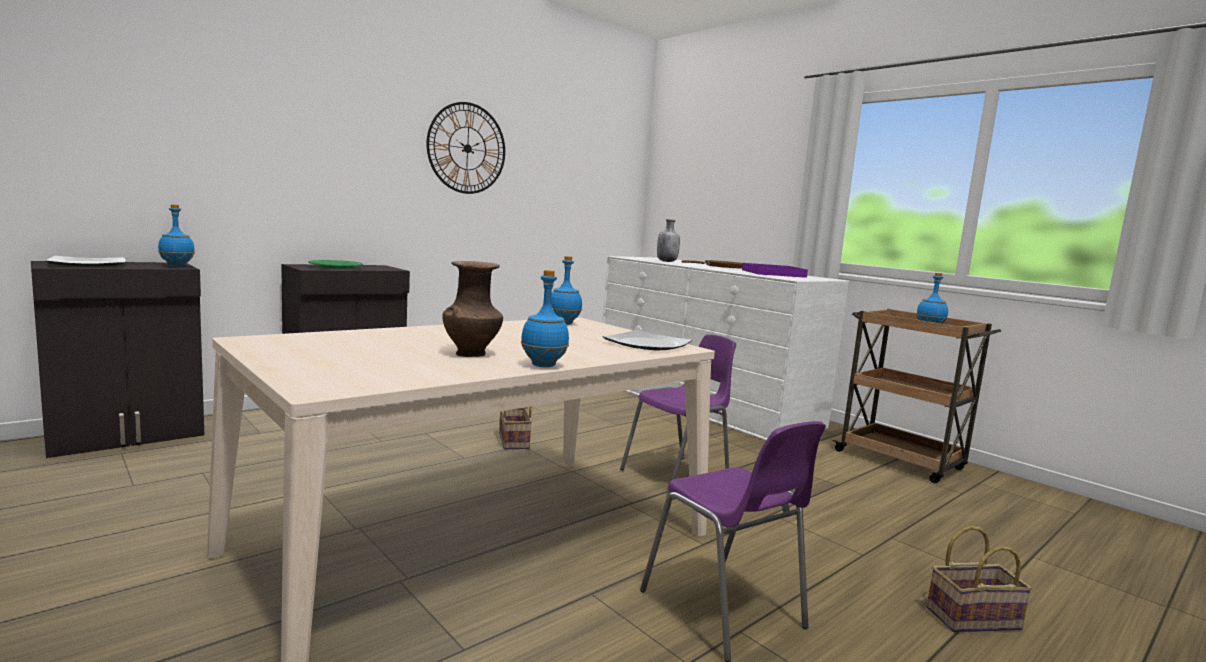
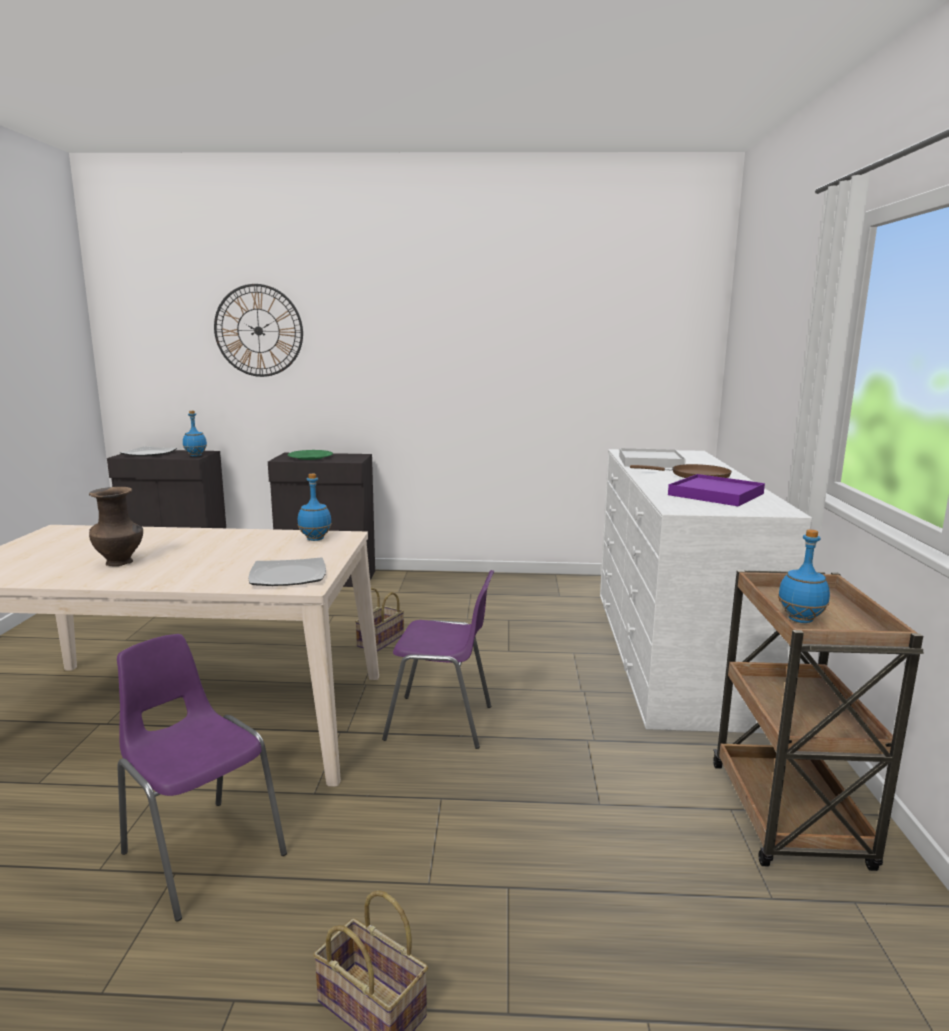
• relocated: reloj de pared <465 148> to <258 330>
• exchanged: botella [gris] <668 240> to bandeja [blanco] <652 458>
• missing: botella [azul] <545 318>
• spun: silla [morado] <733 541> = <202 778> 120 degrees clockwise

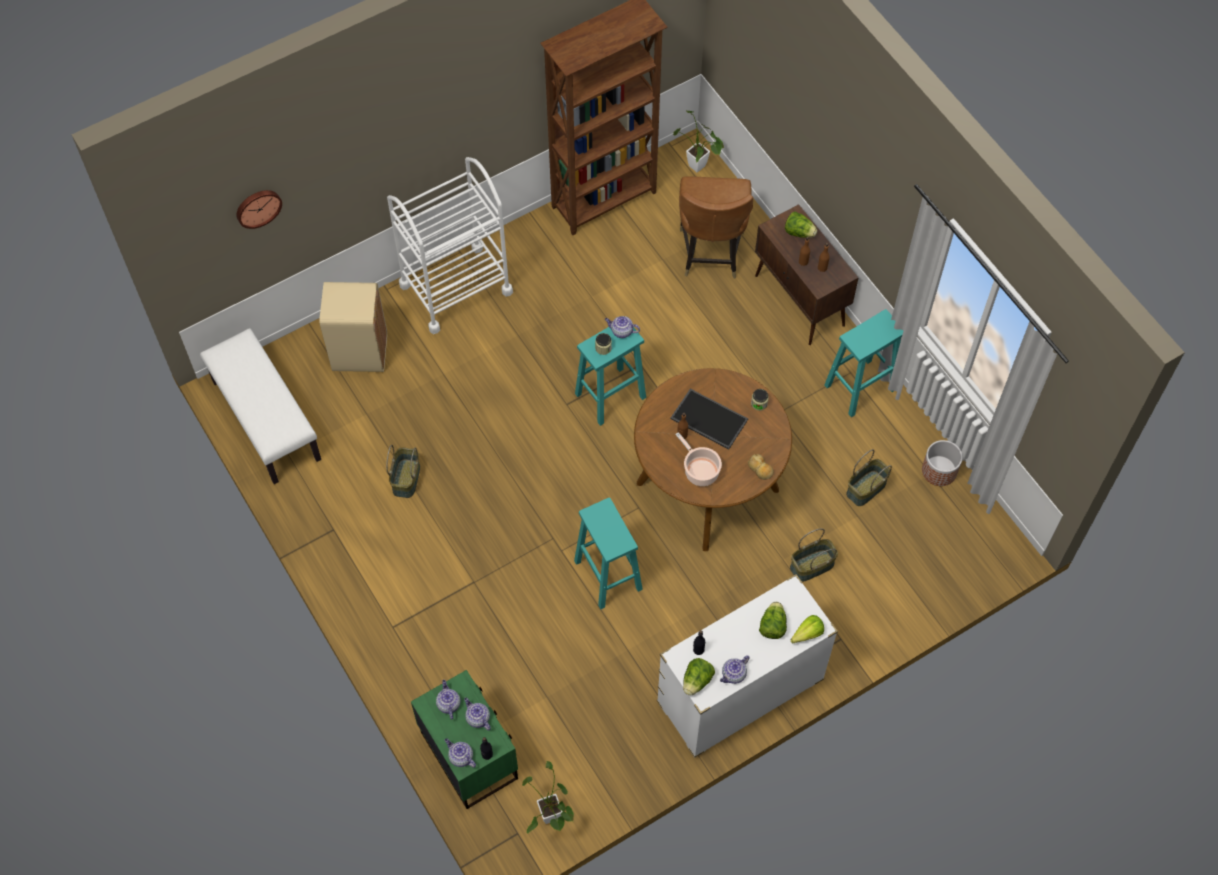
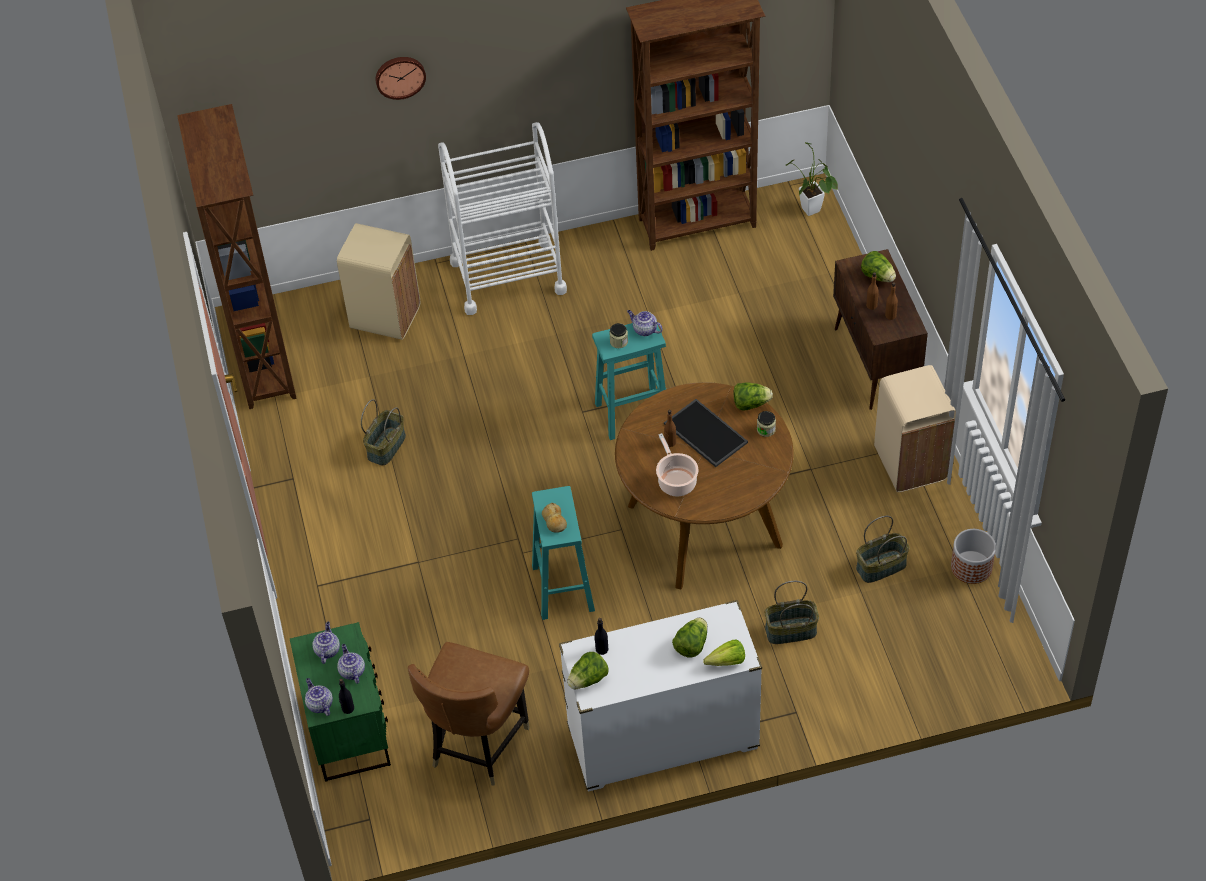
• relocated: silla [marrón] <716 227> to <469 713>
• relocated: reloj de pared <259 209> to <400 78>
• exchanged: taburete [turquesa] <863 363> to papelera [beis] <915 428>
• exchanged: banco [blanco] <260 406> to estantería [marrón] <237 256>
• relocated: pan <761 467> to <554 518>
• missing: tetera <735 669>
• missing: planta en maceta <548 797>
• appeared: lechuga <753 396>

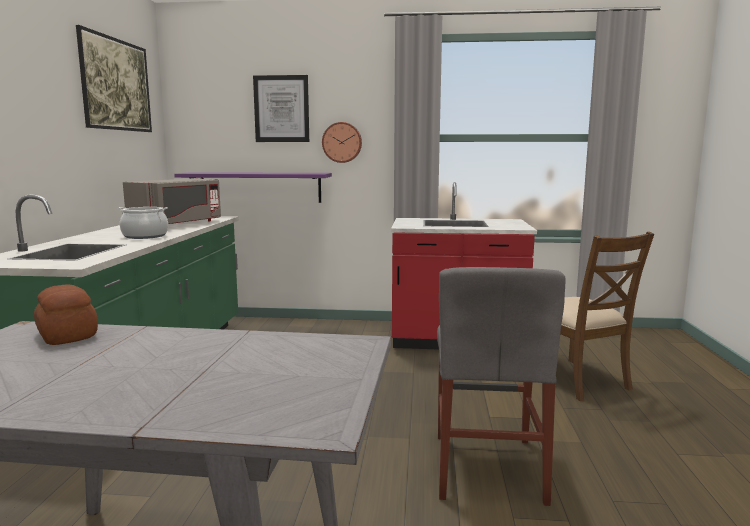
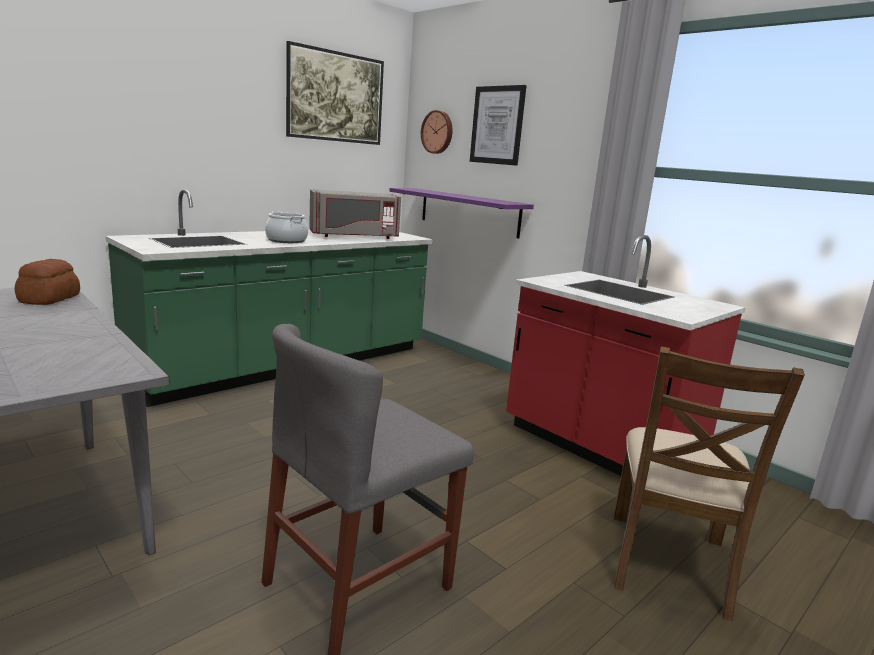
• relocated: reloj de pared <342 142> to <437 132>

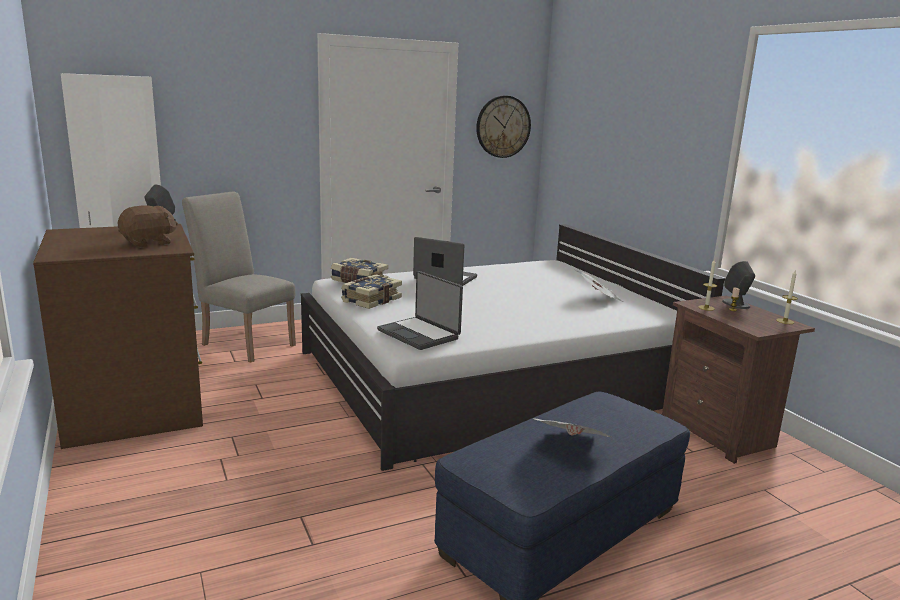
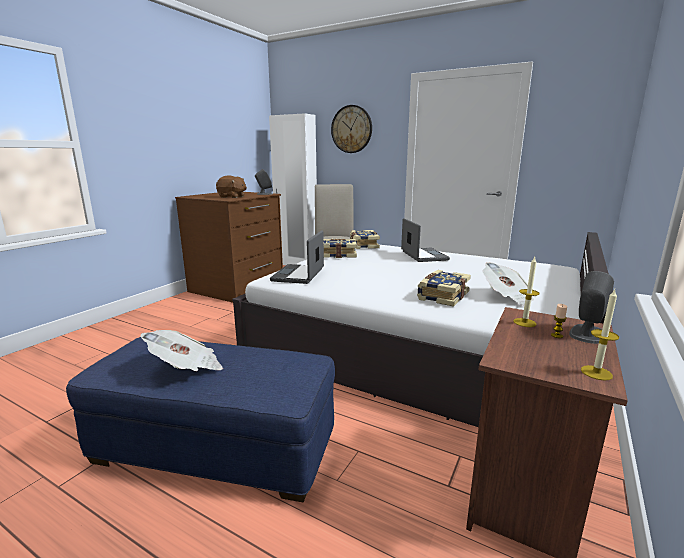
• relocated: reloj de pared <503 127> to <351 129>
• appeared: libro <444 288>

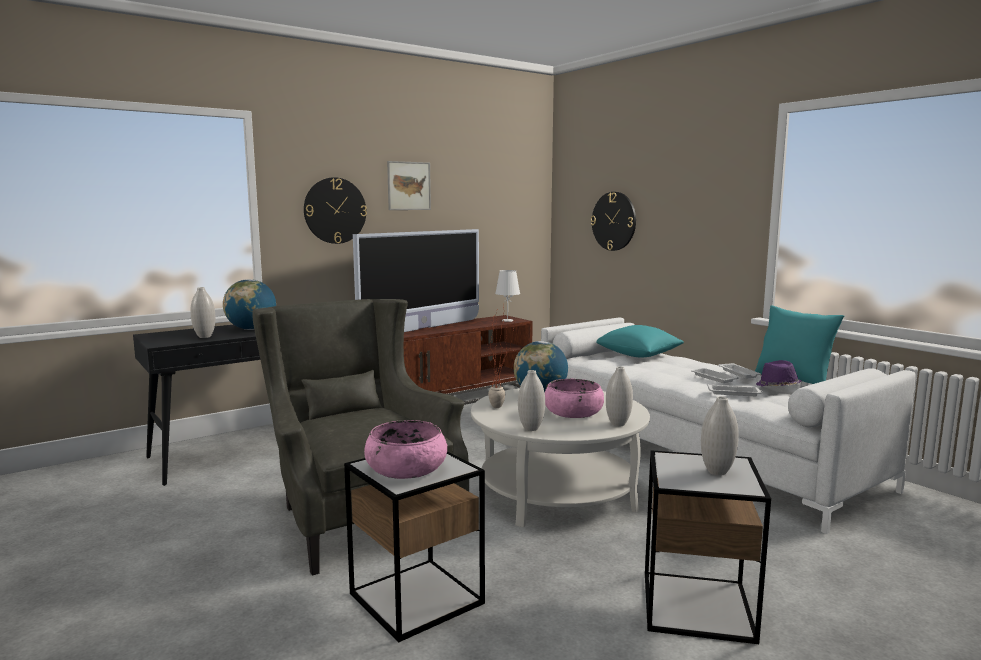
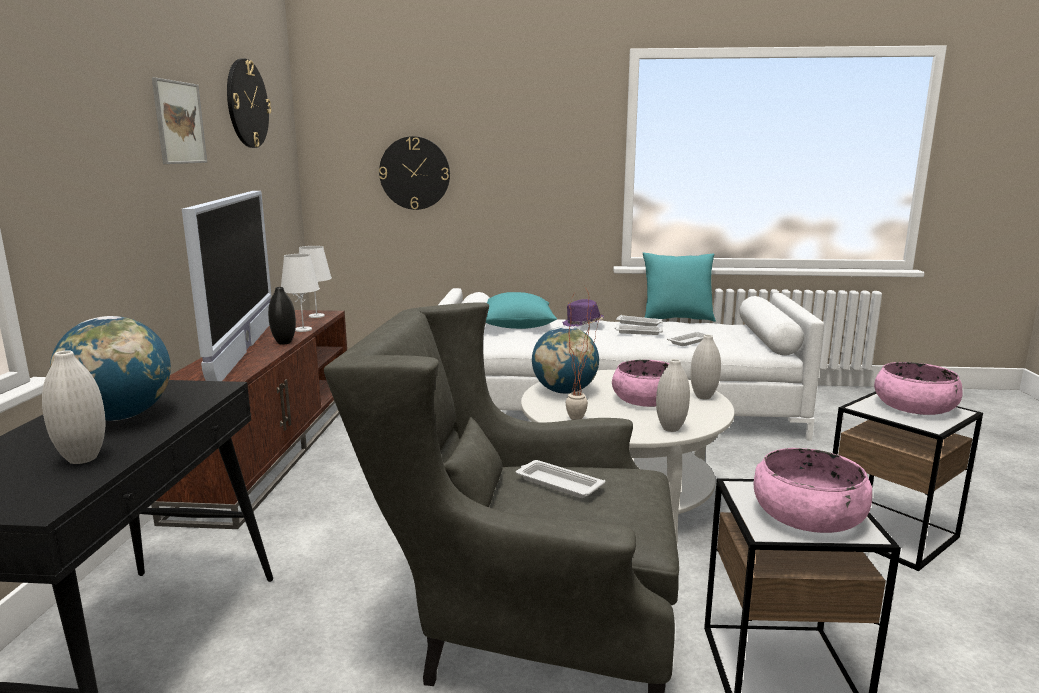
• relocated: reloj de pared <335 210> to <249 103>
• relocated: sombrero [morado] <779 373> to <583 312>
• exchanged: florero [blanco] <720 436> to cuenco [rosa] <918 388>
• appeared: lámpara de mesa [blanco] <300 293>
• appeared: florero [negro] <282 316>
• appeared: bandeja [blanco] <560 479>

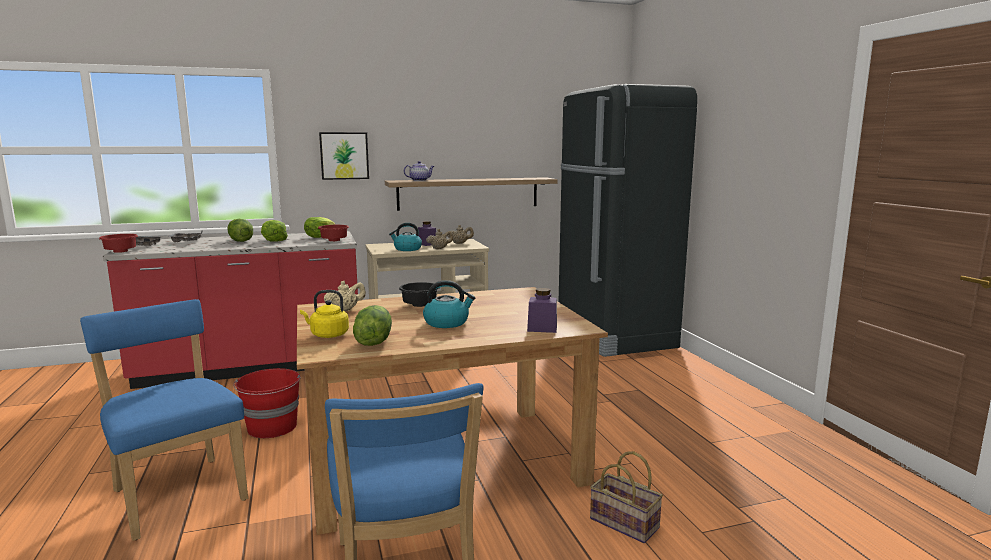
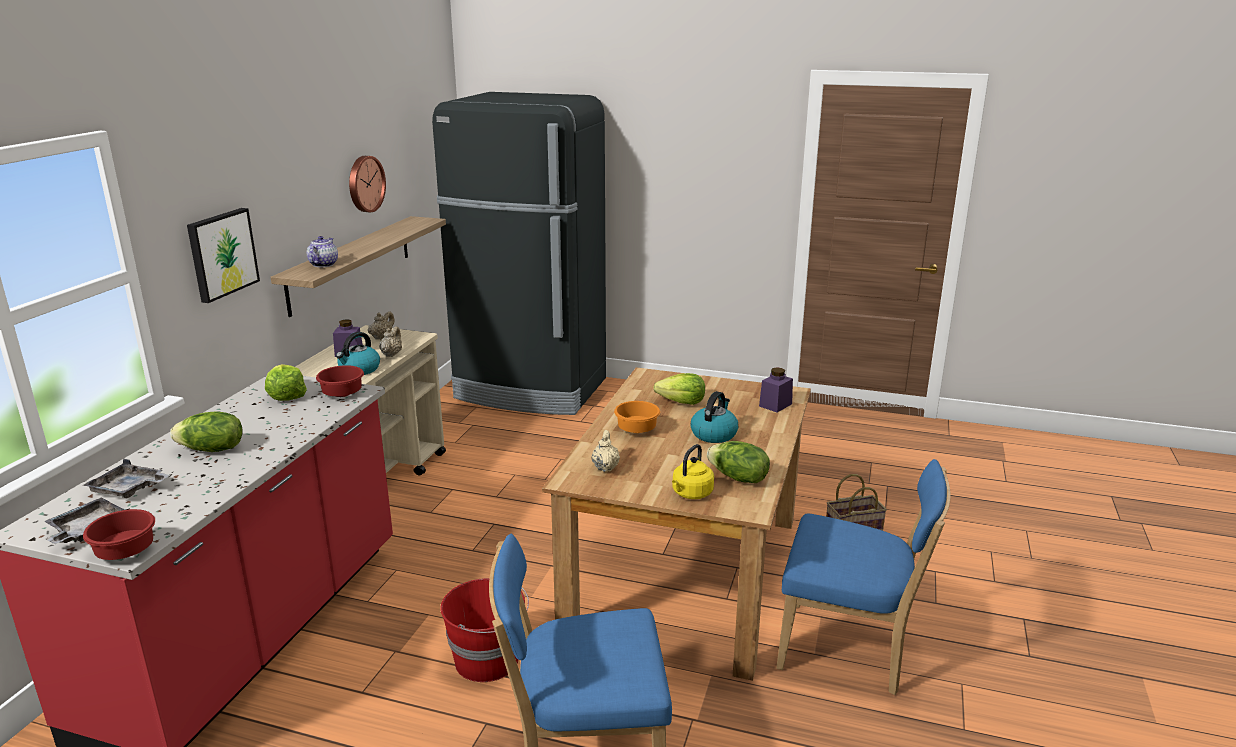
• relocated: lechuga <274 231> to <679 389>
• colour: cuenco [negro] <419 294> to cuenco [naranja] <637 417>
• appeared: reloj de pared <367 184>

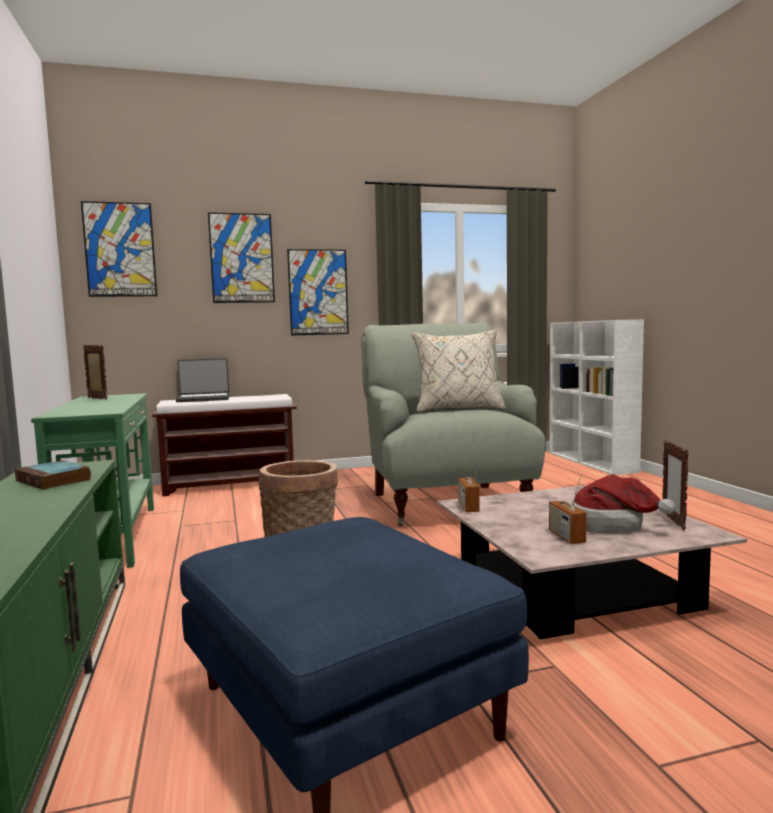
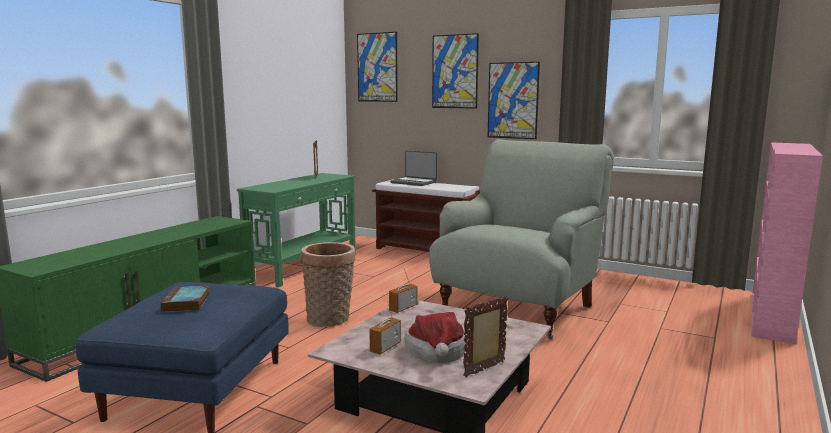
• colour: estantería [blanco] <596 397> to estantería [rosa] <787 243>
• missing: cojín [beis] <459 370>
• relocated: libro <53 475> to <185 299>

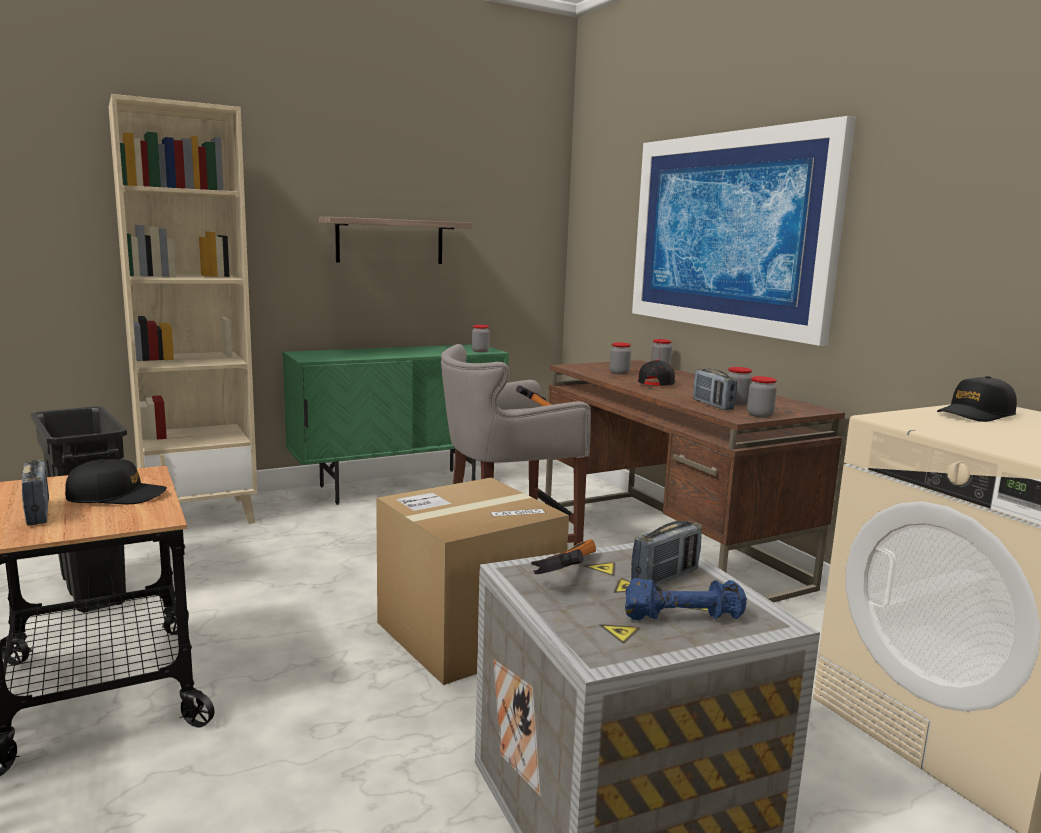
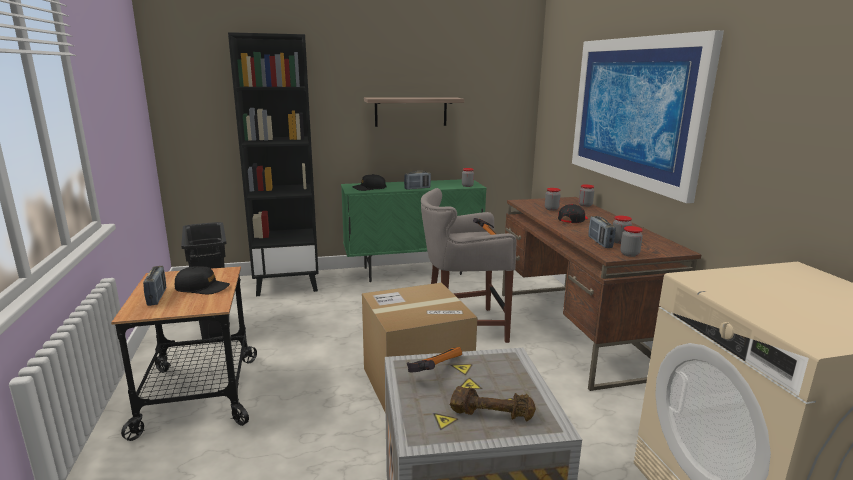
• colour: estantería [beis] <183 309> to estantería [negro] <273 164>
• relocated: gorra [negro] <977 399> to <369 182>
• relocated: radio <666 553> to <417 180>
• colour: mancuerna [azul] <686 599> to mancuerna [marrón] <493 403>

